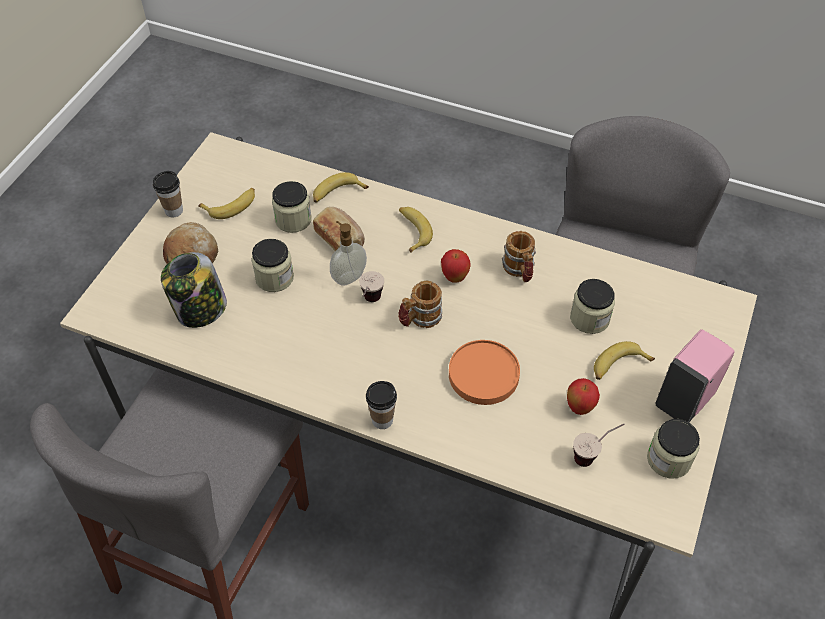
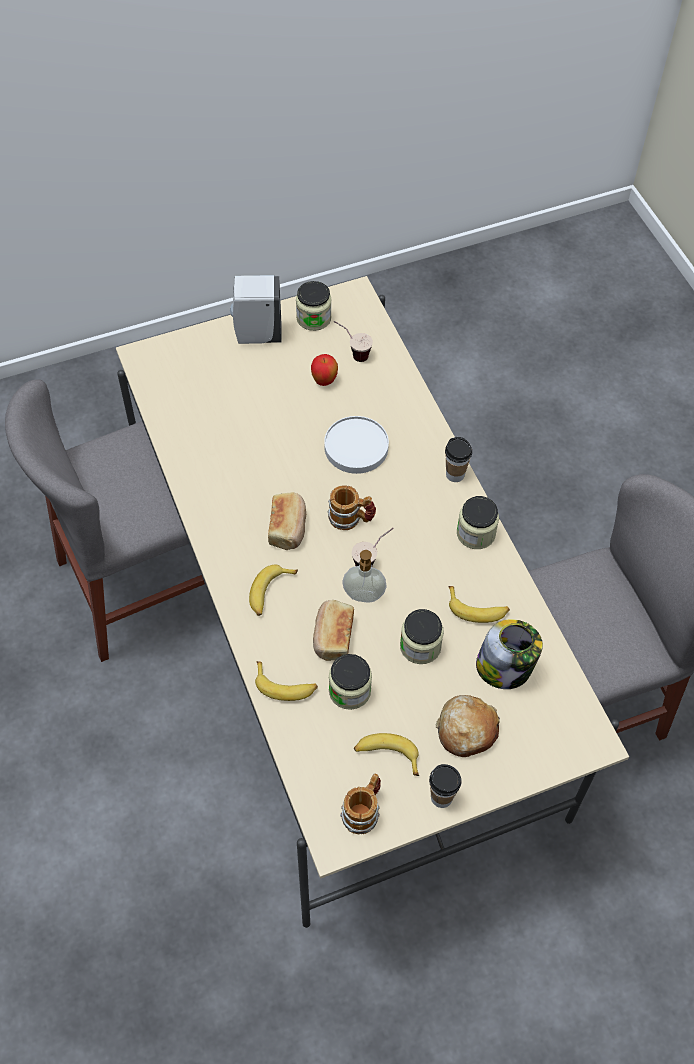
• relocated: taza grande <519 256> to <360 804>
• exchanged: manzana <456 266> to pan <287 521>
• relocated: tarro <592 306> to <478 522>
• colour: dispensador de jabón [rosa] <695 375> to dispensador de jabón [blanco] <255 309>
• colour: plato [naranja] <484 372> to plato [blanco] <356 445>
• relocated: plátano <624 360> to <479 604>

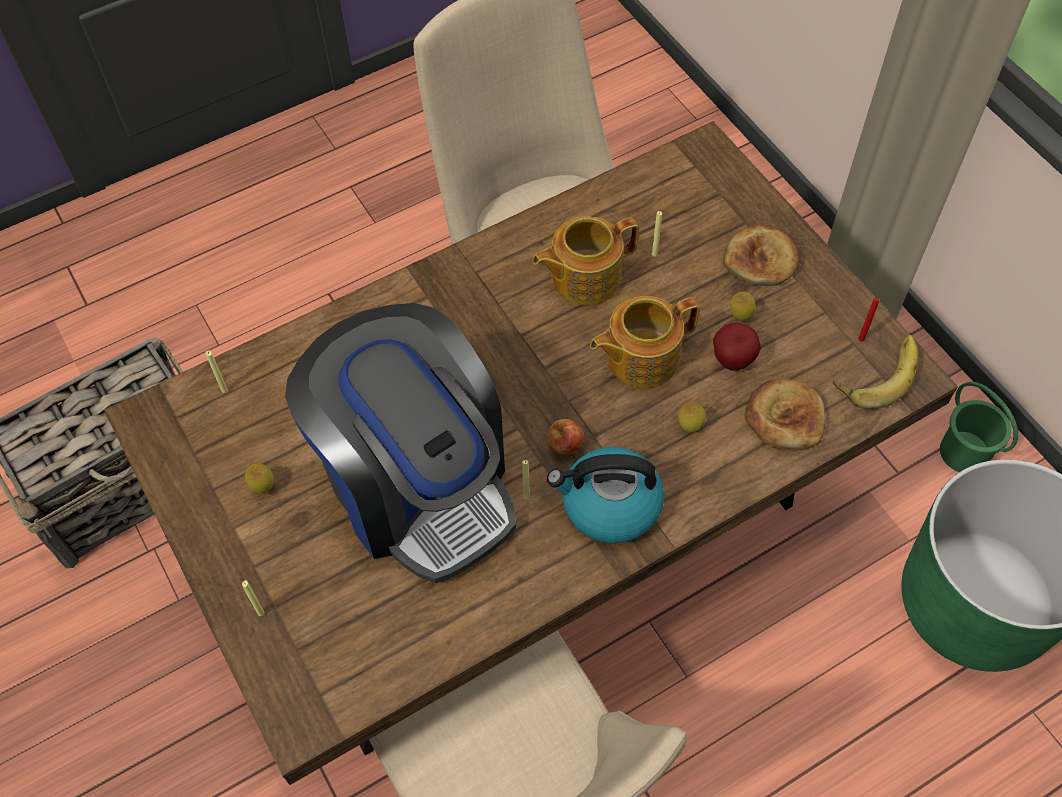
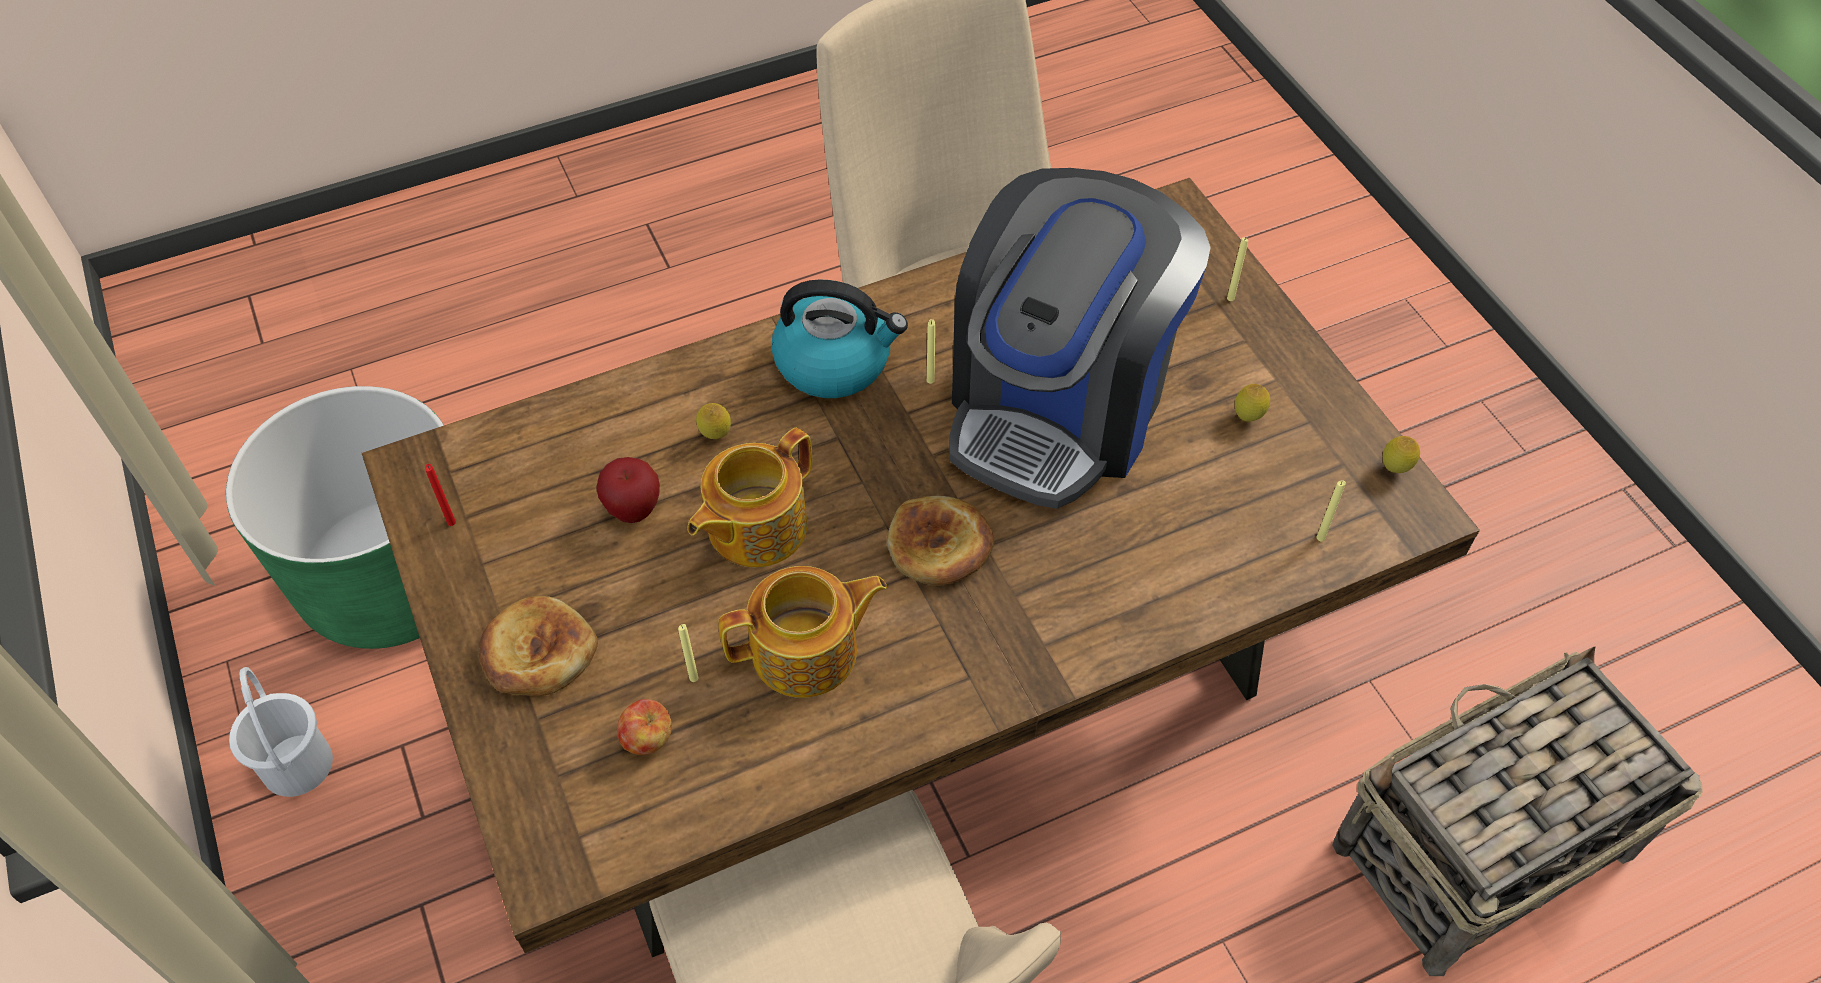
• relocated: limón <743 306> to <1401 454>
• spun: tetera <645 342> = <749 497> 150 degrees clockwise
• spun: cafetera <400 443> = <1080 338> 120 degrees counterclockwise
• missing: plátano <876 372>
• relocated: pan <784 415> to <940 540>
• colour: cubo [verde] <979 427> to cubo [blanco] <281 732>
• relocated: manzana <566 437> to <644 727>

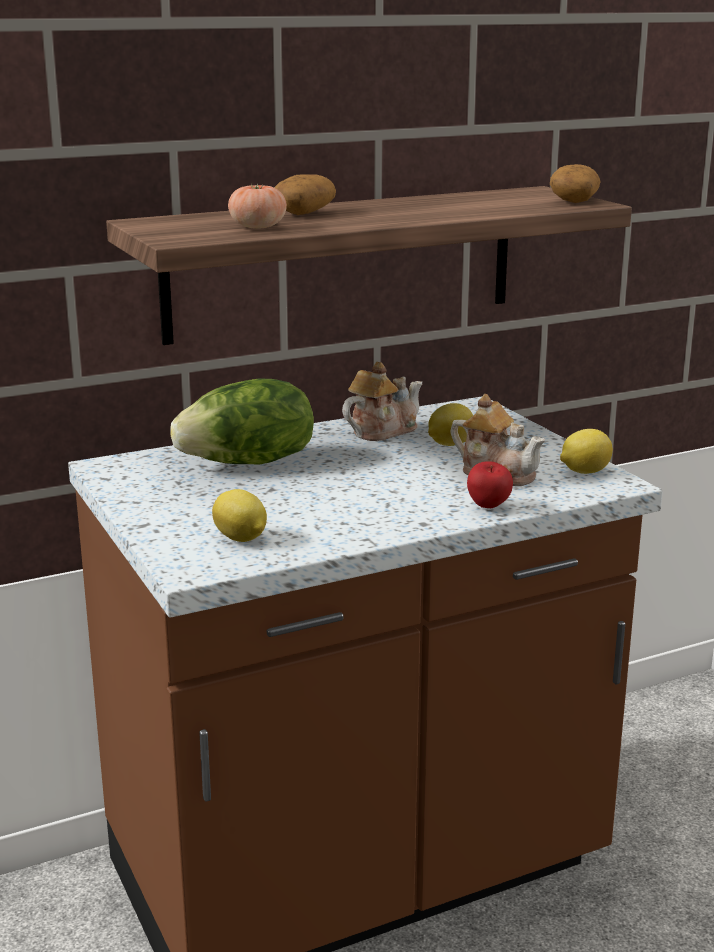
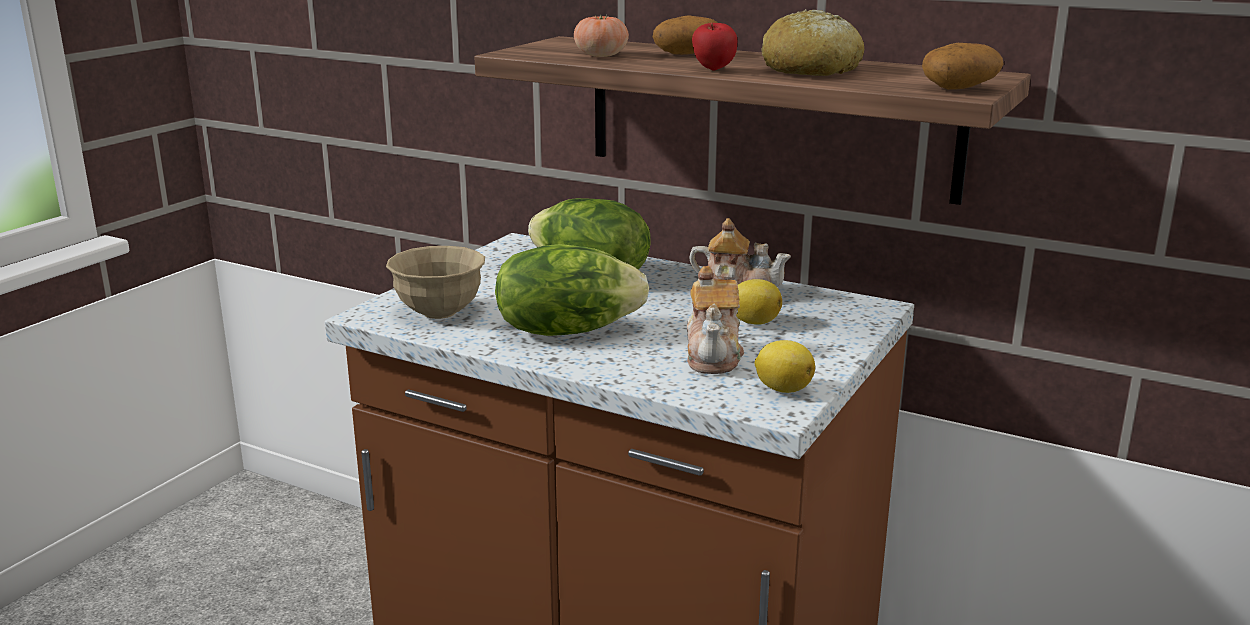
• relocated: manzana <490 484> to <714 46>
• exchanged: limón <239 515> to cuenco [beis] <435 282>
• appeared: pan <812 42>
• appeared: lechuga <572 290>

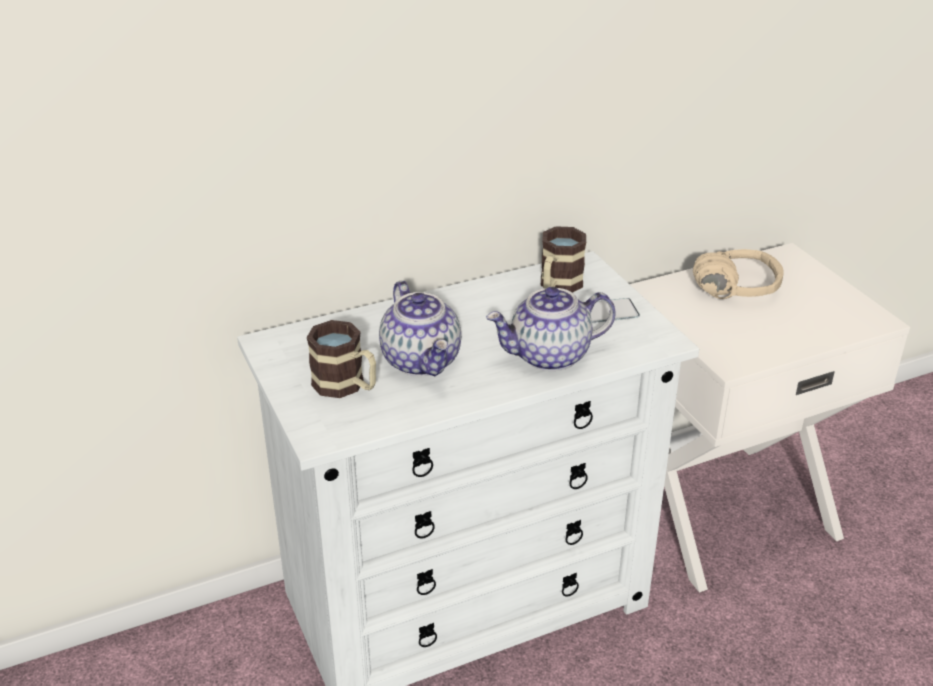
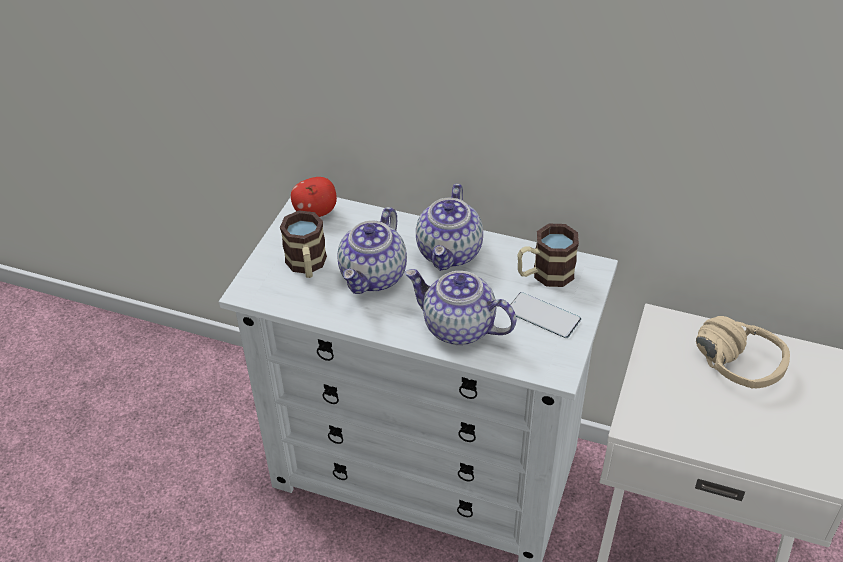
• appeared: manzana <314 197>
• appeared: tetera <449 227>

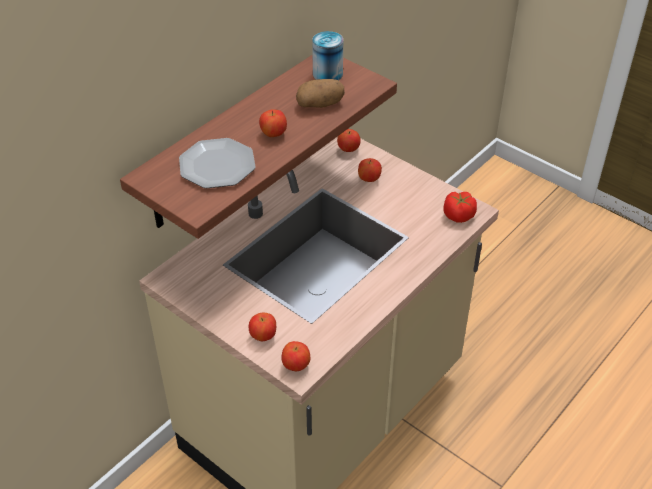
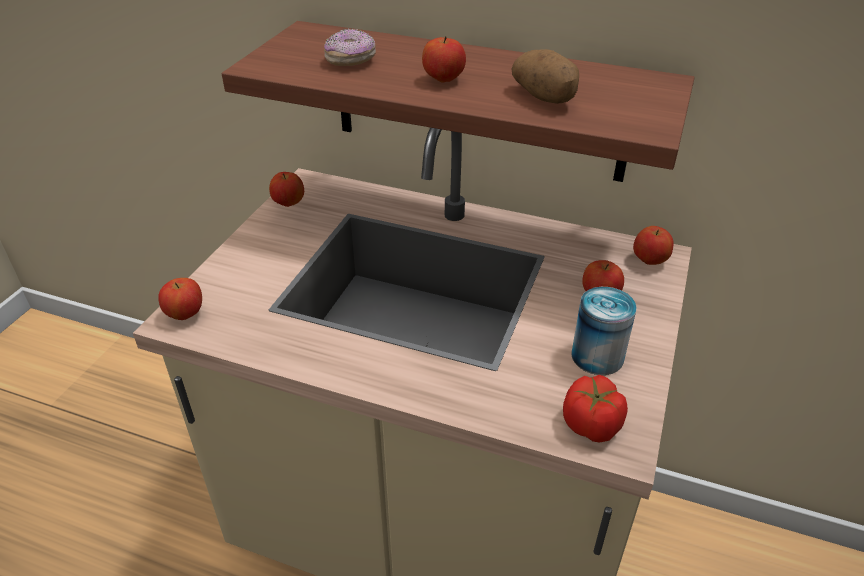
• relocated: lata <327 56> to <604 331>
• exchanged: plato <217 163> to rosquilla <350 47>
• relocated: manzana <262 327> to <286 189>

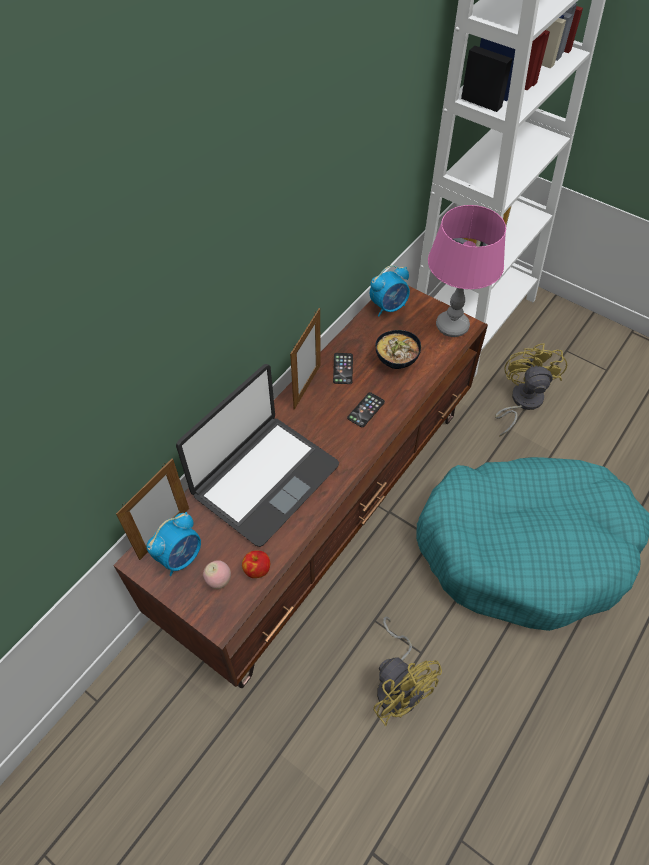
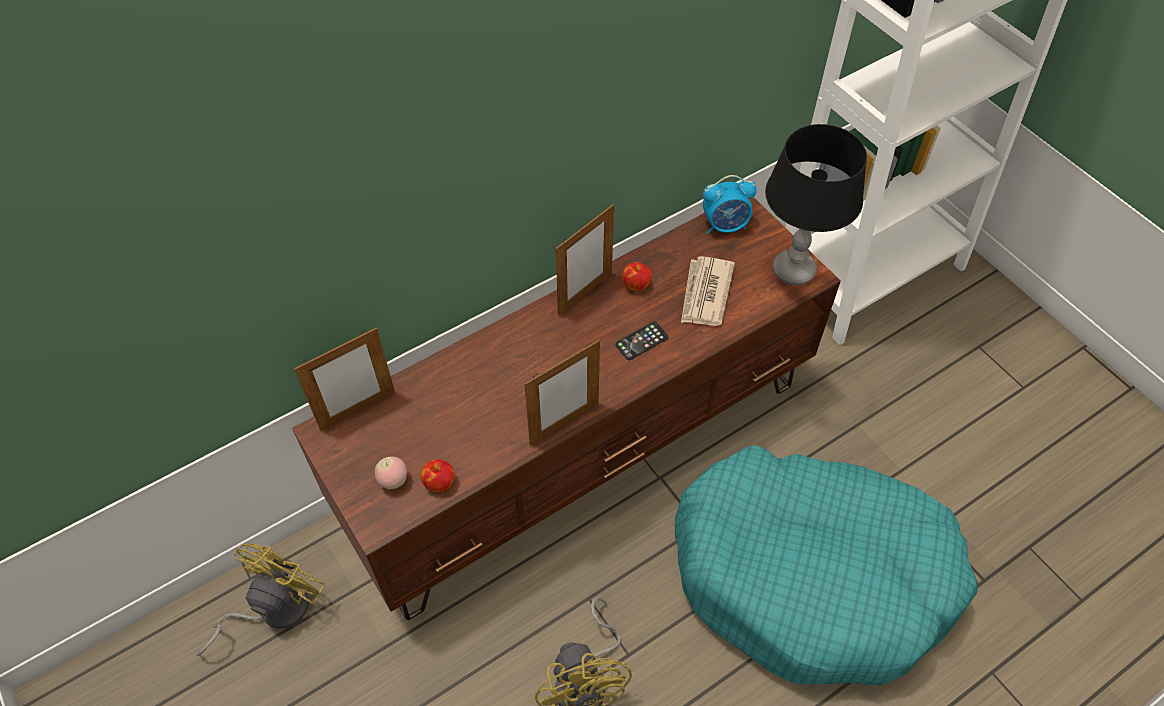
• colour: lámpara de mesa [rosa] <467 271> to lámpara de mesa [negro] <816 204>
• exchanged: cuenco <398 349> to periódico <708 291>
• relocated: ventilador [amarillo] <531 389> to <261 599>
• exchanged: móvil <343 368> to manzana <637 276>
• missing: portátil <257 455>
• missing: despertador <174 544>
• appeared: portarretratos <562 393>

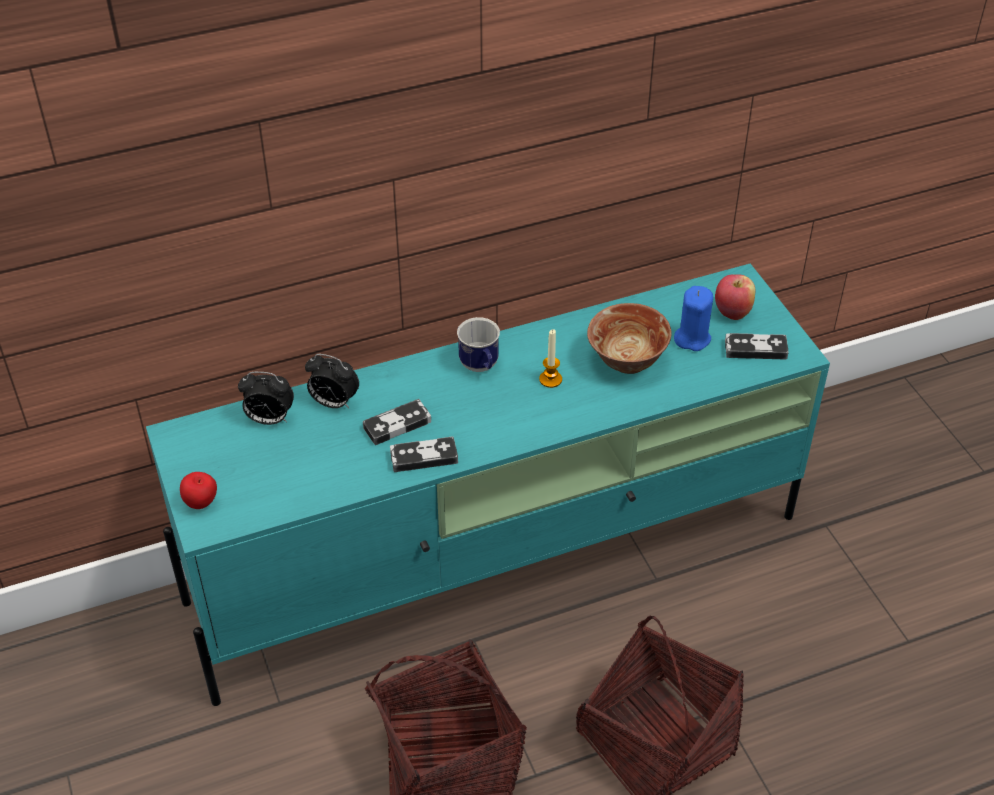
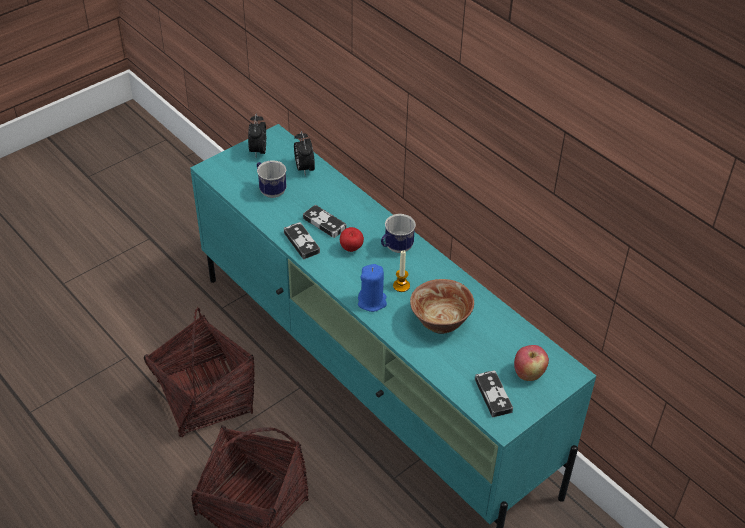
• relocated: vela [azul] <693 318> to <372 288>
• relocated: despertador <332 381> to <257 135>
• relocated: manzana <198 490> to <352 239>
• appeared: taza grande <272 179>

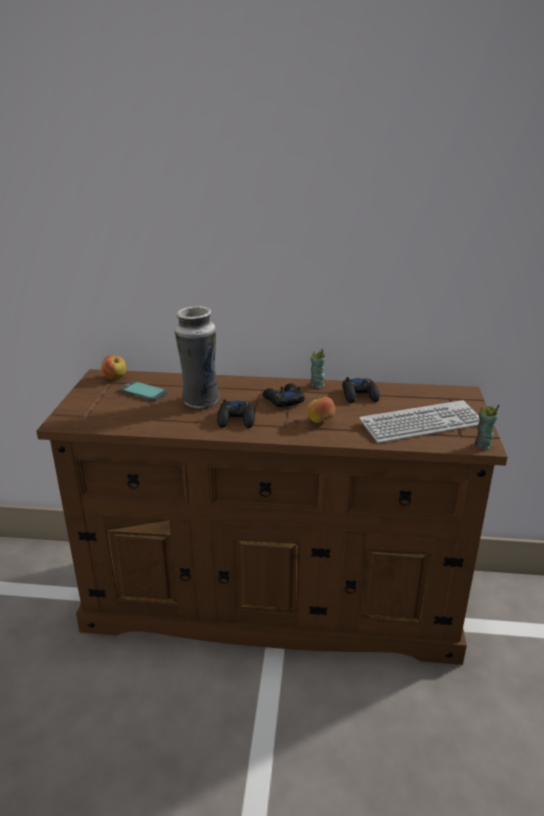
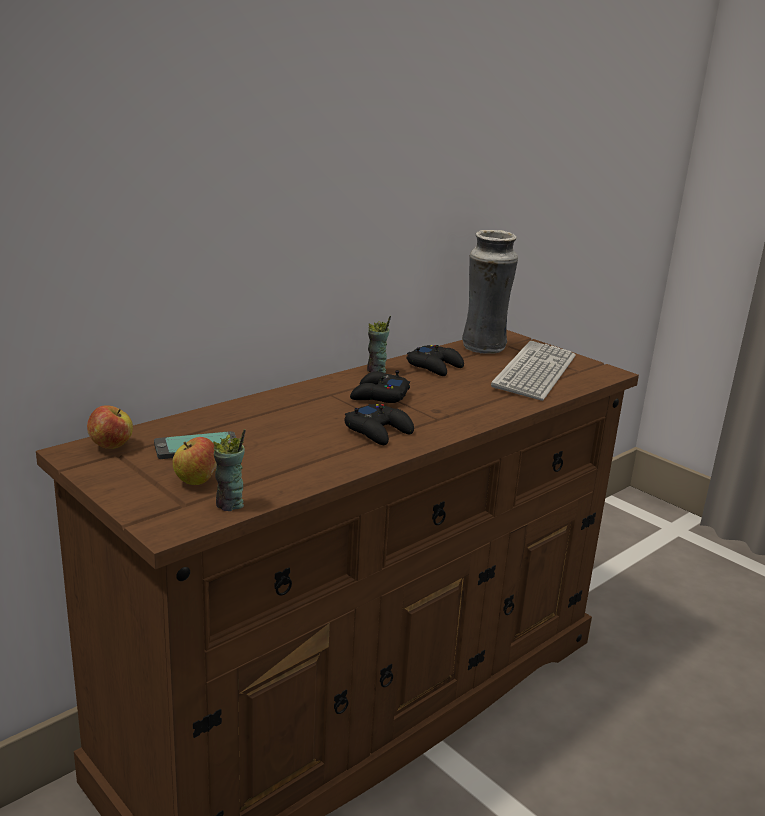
• relocated: florero <197 357> to <490 292>
• relocated: manzana <321 410> to <194 461>
• relocated: taza <487 427> to <229 470>

